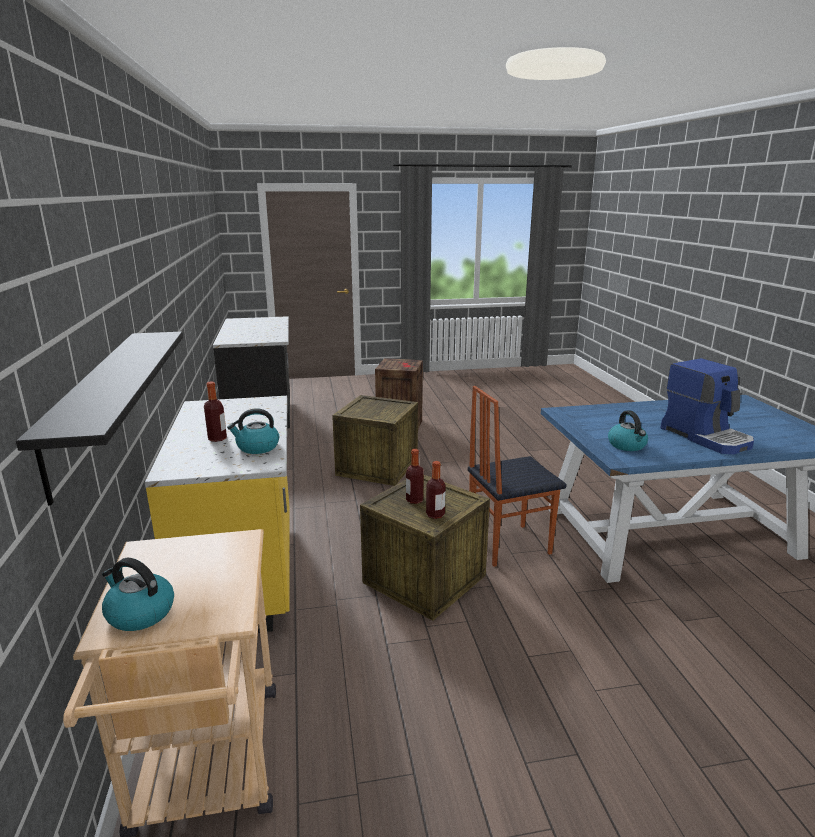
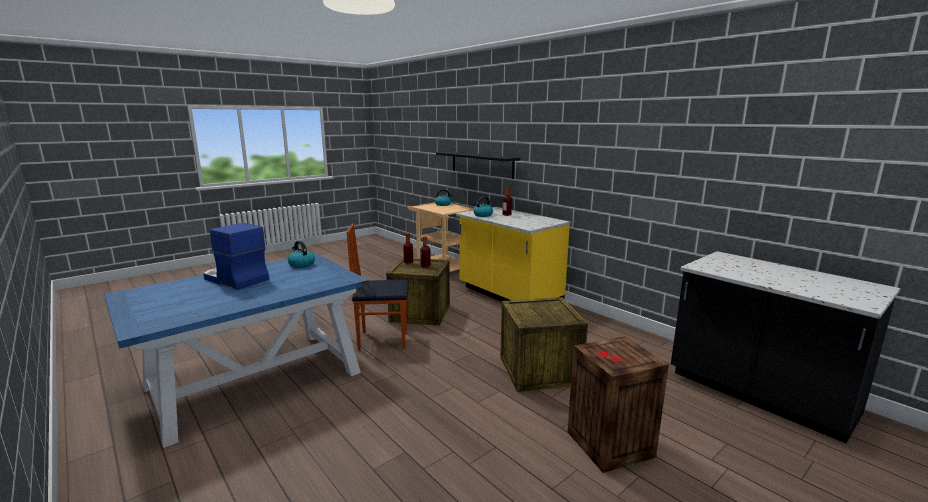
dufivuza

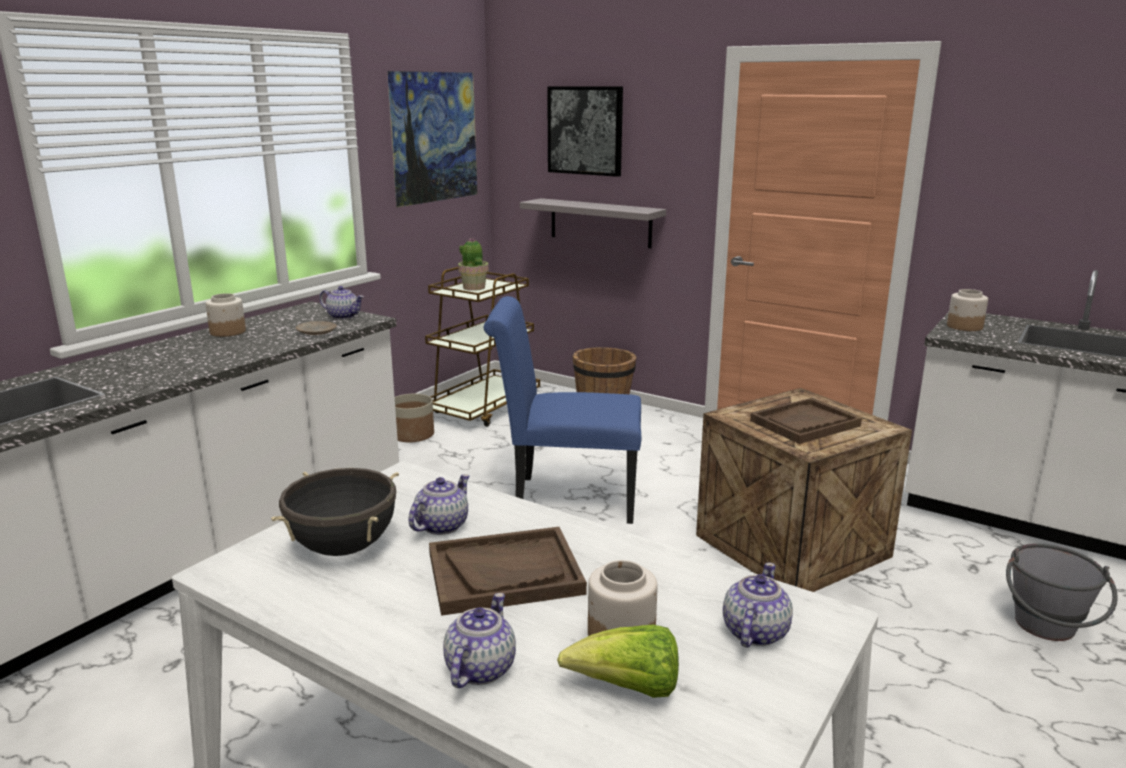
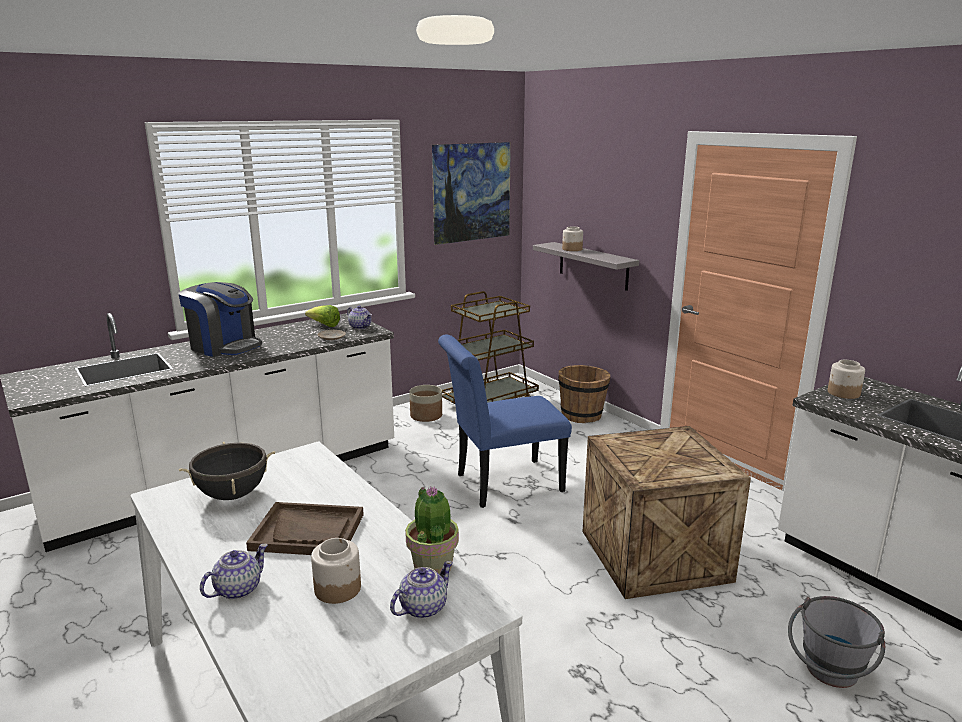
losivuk (no. 2 from left); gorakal (no. 2 from left in the first image); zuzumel; blue dufivuza; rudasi (no. 2 from left in the first image); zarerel; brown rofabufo (no. 2 from left in the first image); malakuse

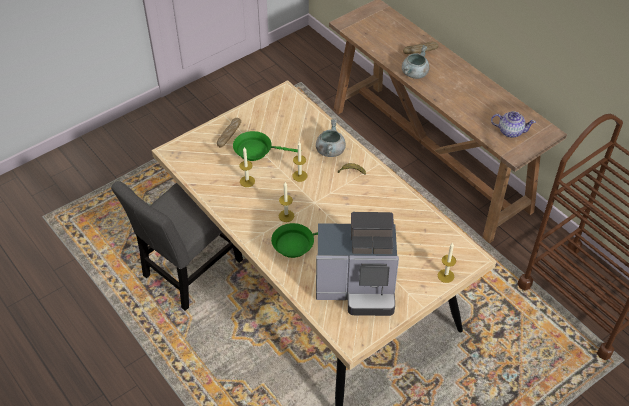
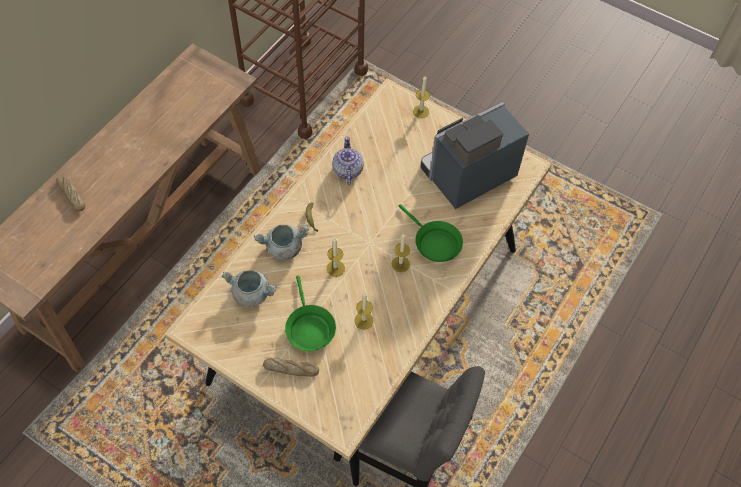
malakuse; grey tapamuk (no. 1 from left); gorakal

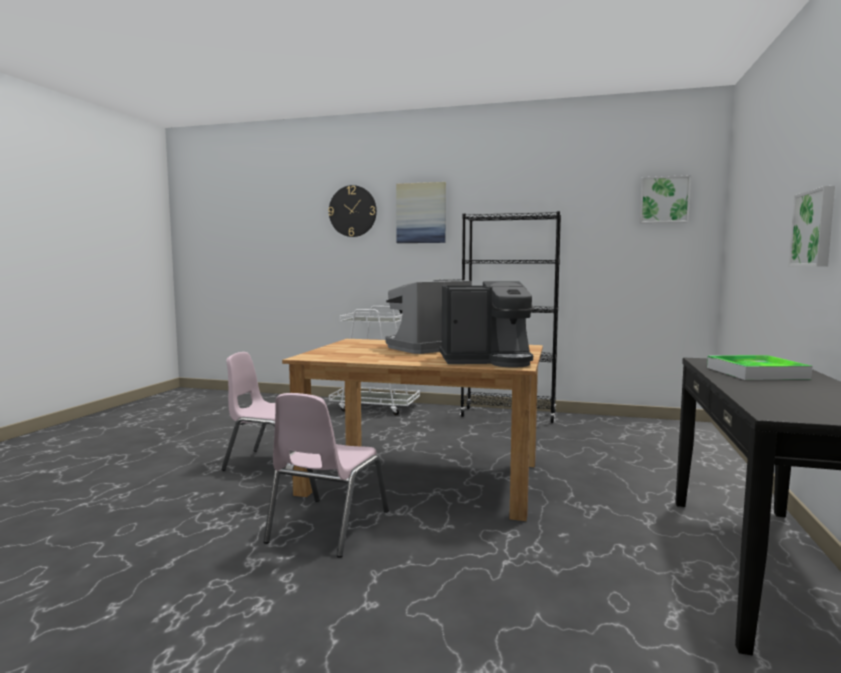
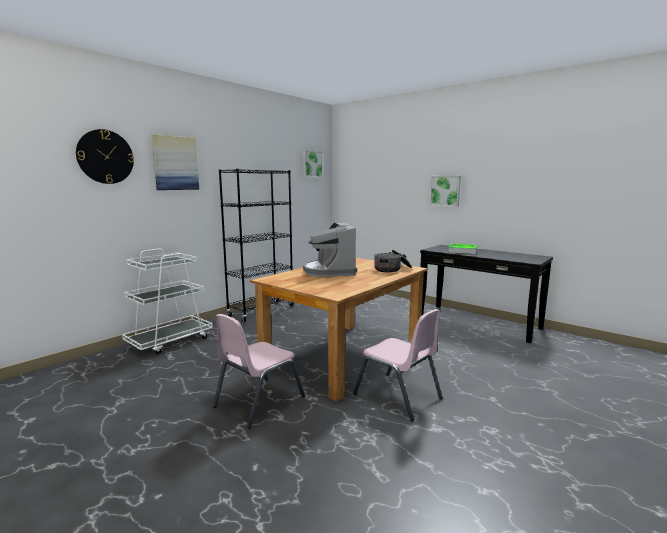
tapamuk

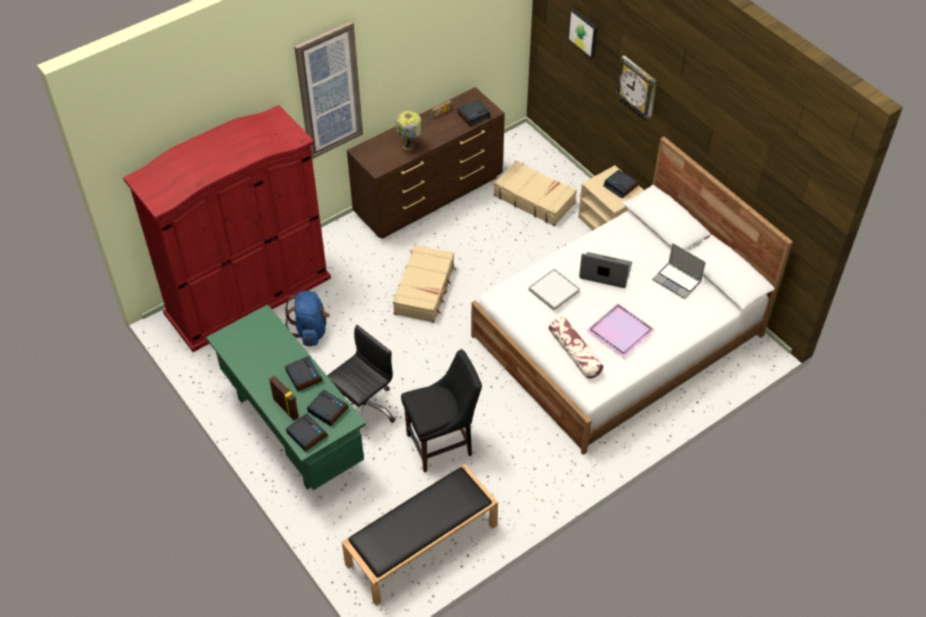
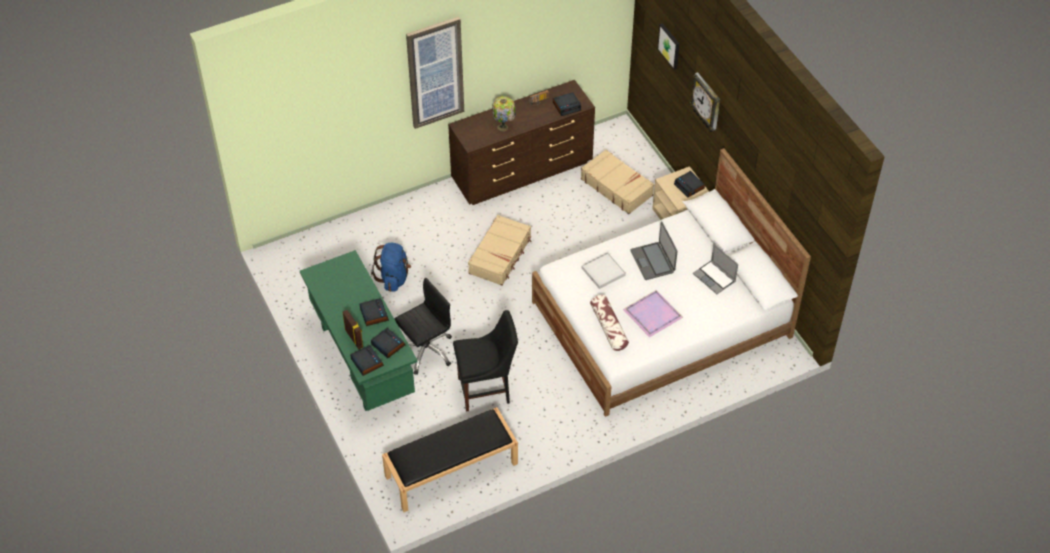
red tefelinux; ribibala (no. 1 from left)

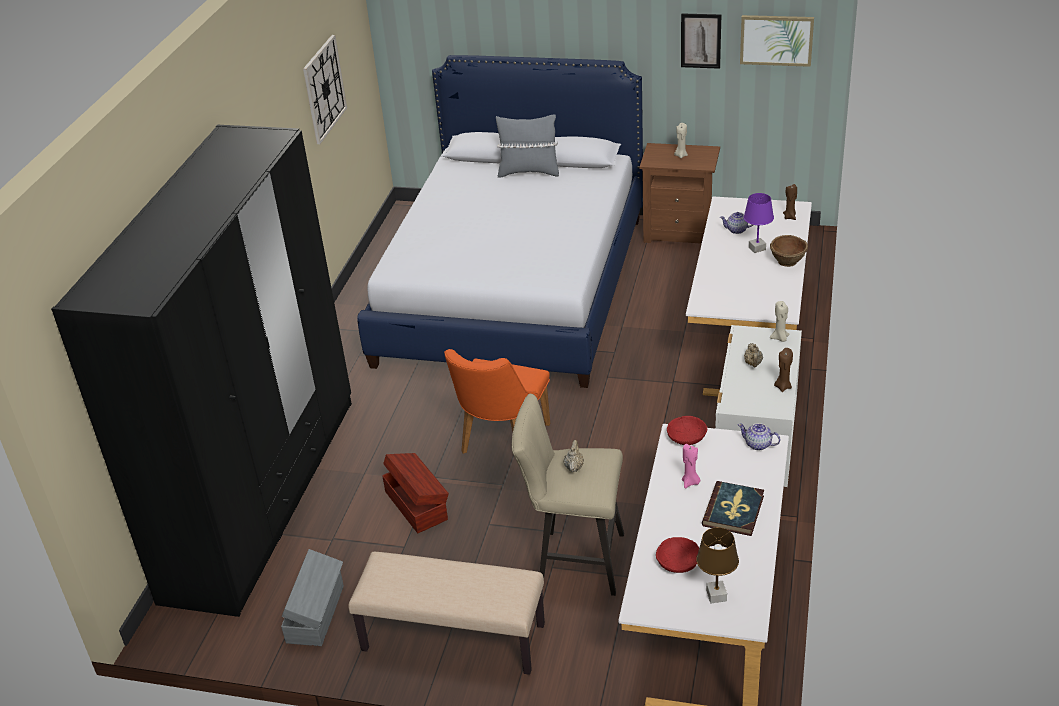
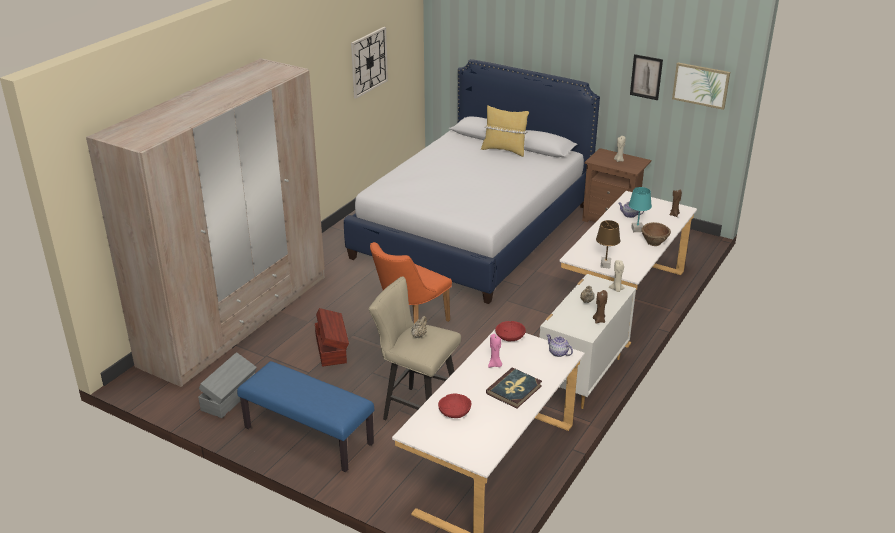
beige tefelinux; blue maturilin; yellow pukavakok; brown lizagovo; turquoise lizagovo

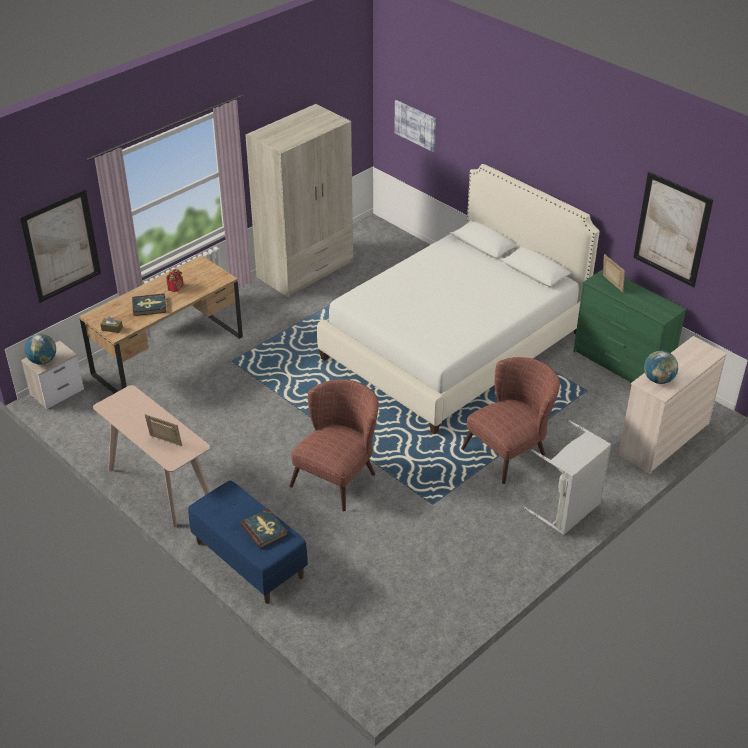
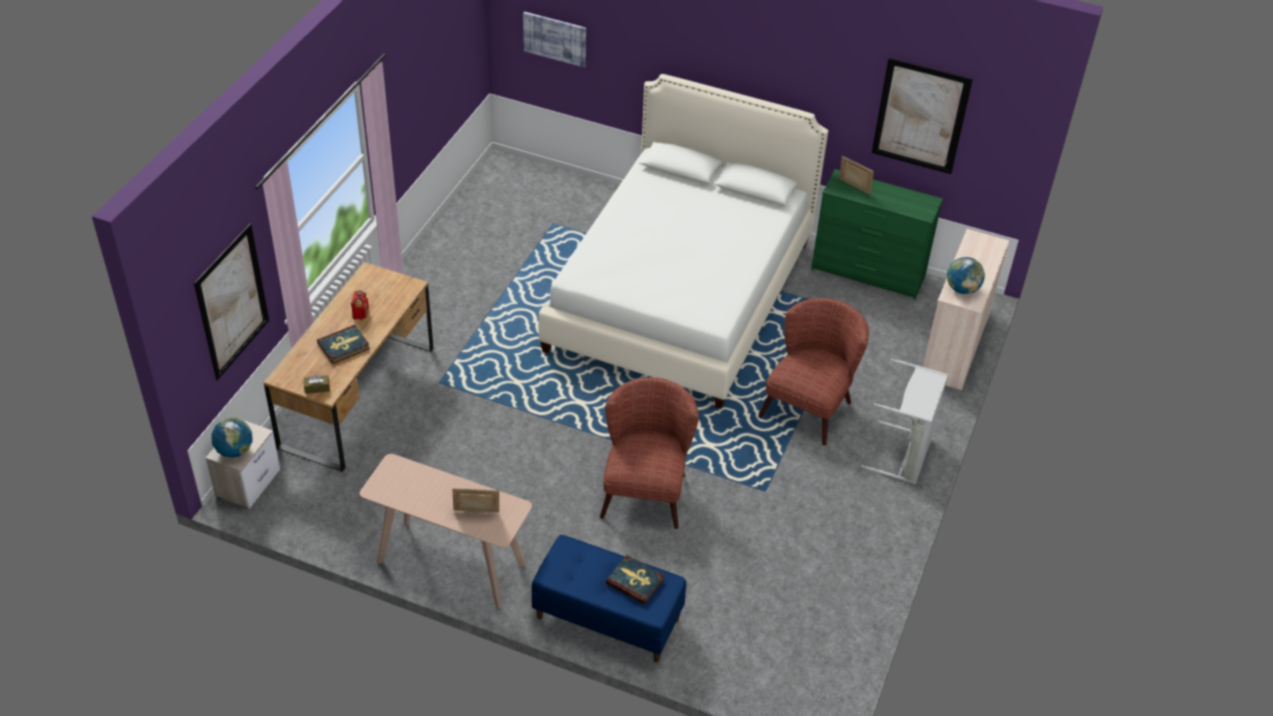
beige tefelinux

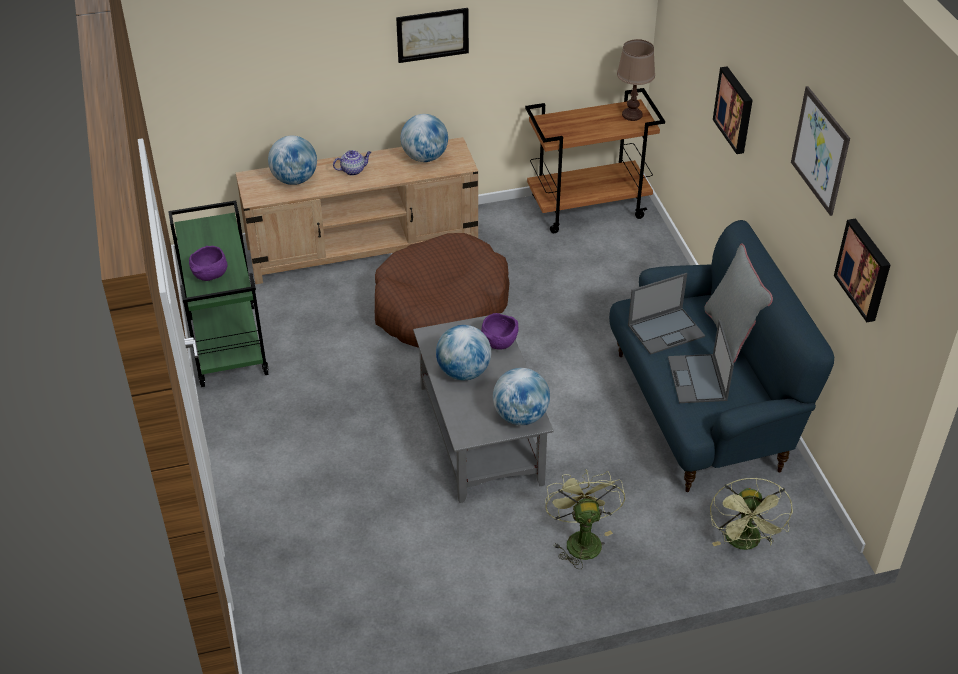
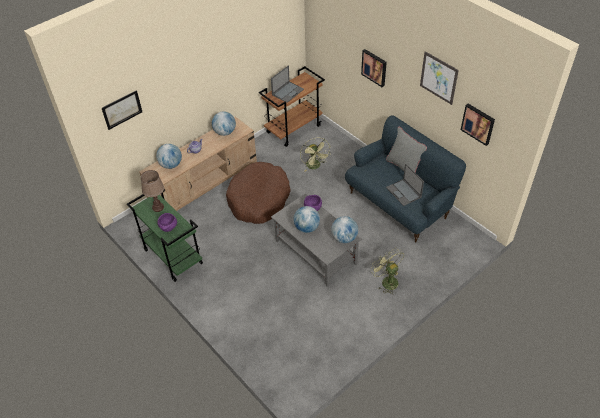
rudasi (no. 1 from left); brown lizagovo; ribibala (no. 1 from left); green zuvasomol (no. 1 from left)

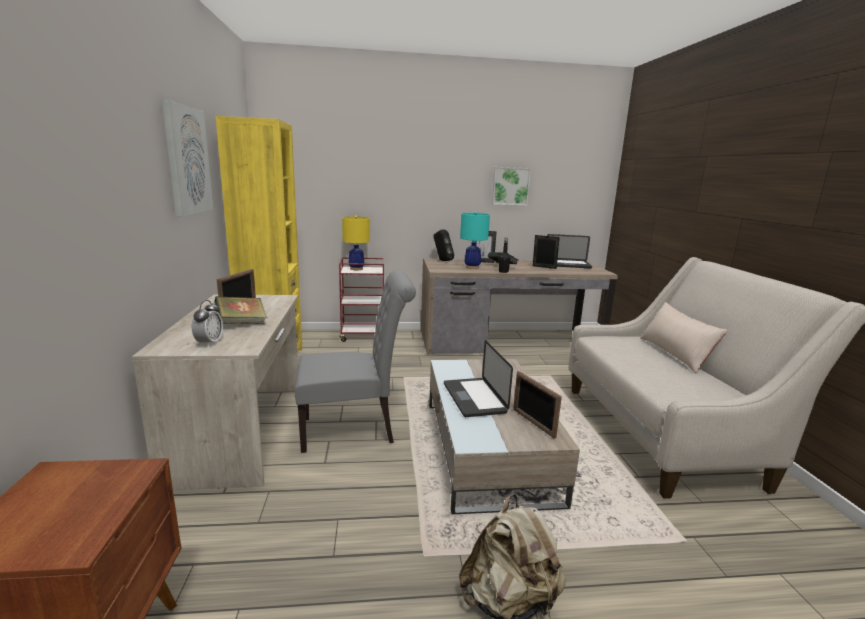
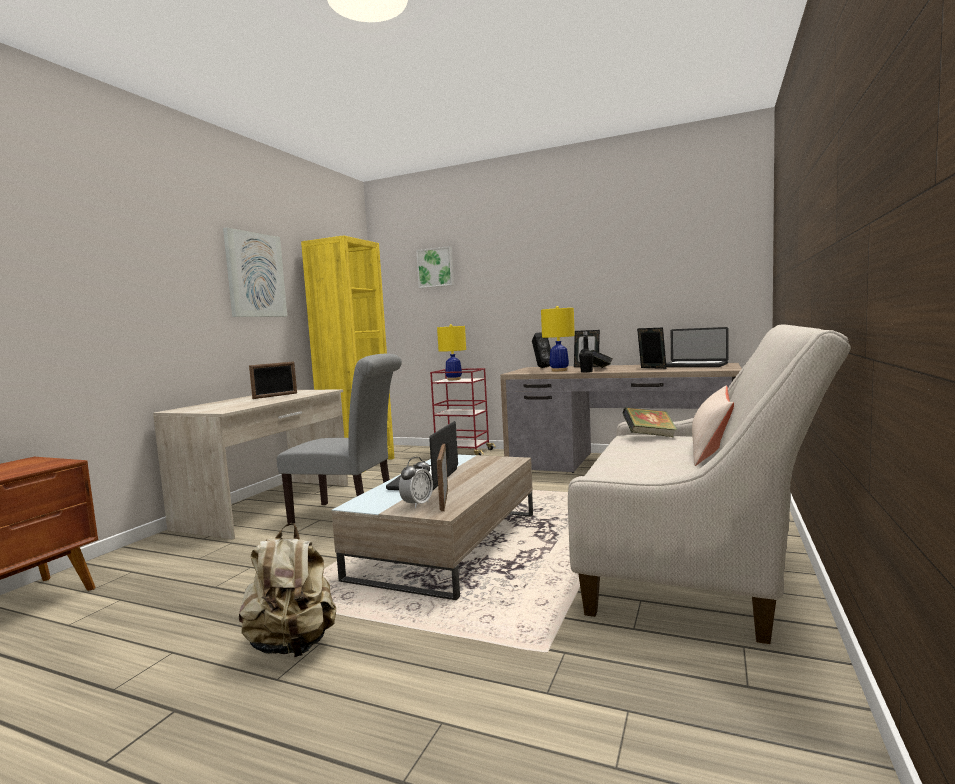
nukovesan; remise (no. 2 from left); yellow lizagovo (no. 2 from left); rudasi (no. 2 from left)

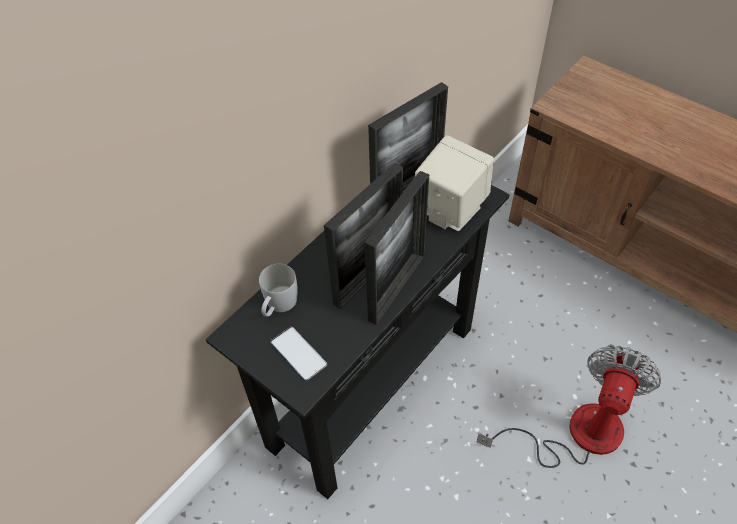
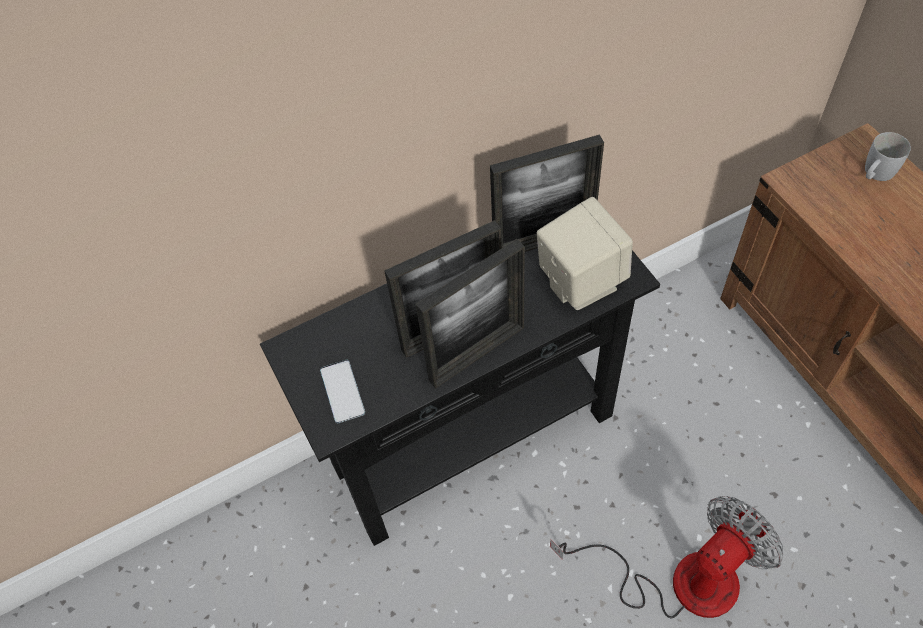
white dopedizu

